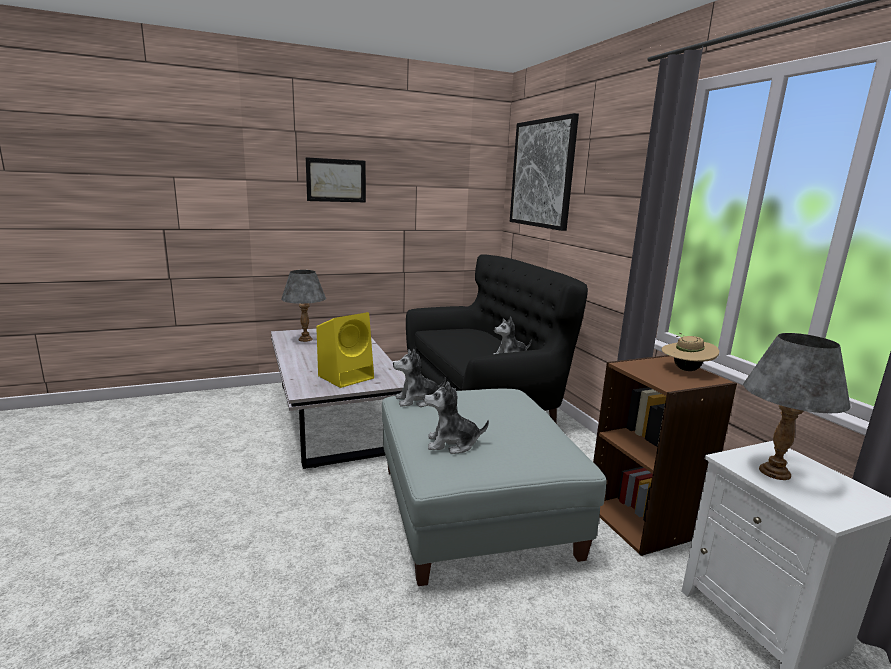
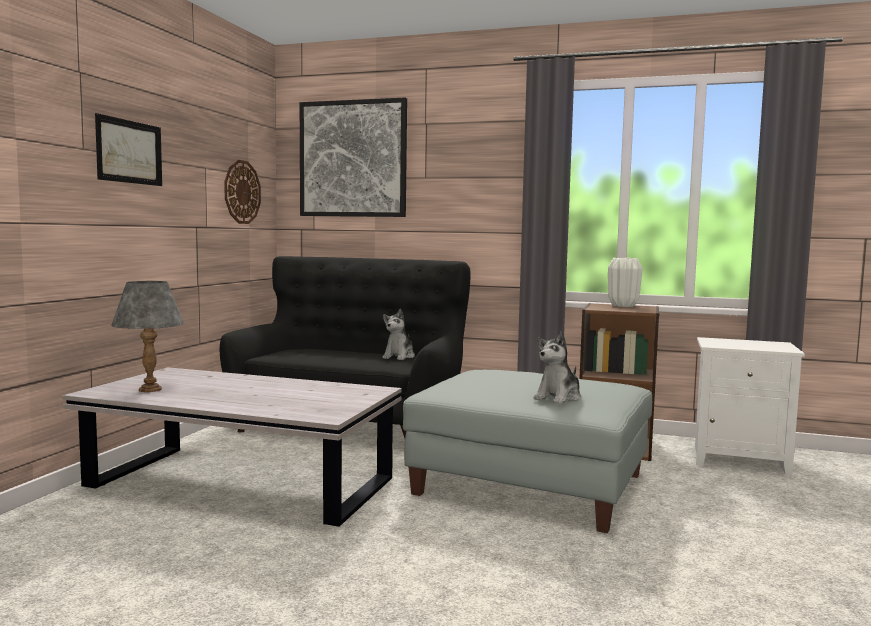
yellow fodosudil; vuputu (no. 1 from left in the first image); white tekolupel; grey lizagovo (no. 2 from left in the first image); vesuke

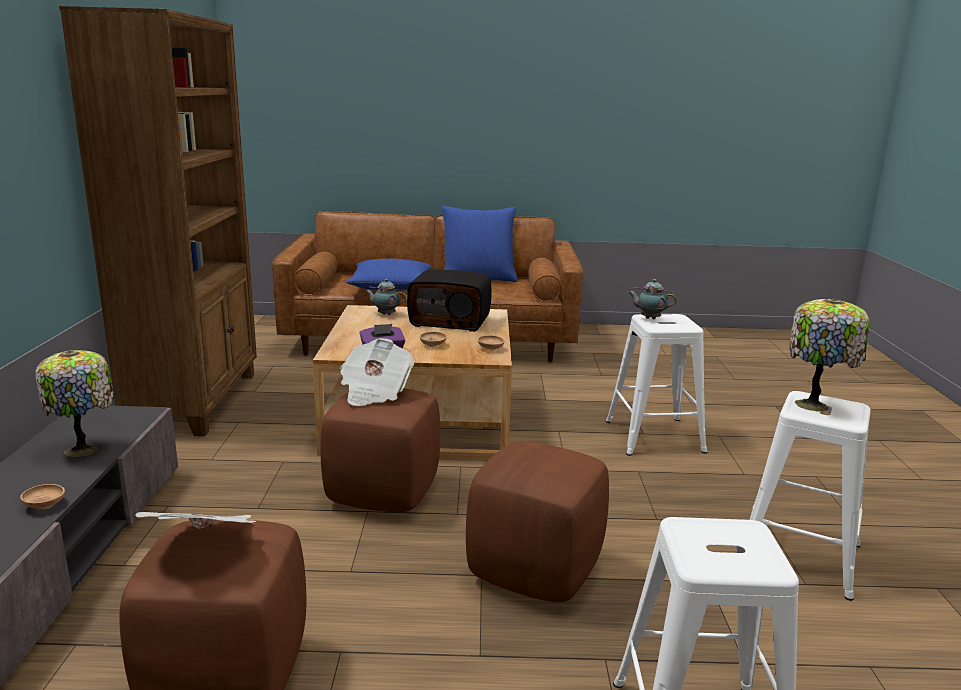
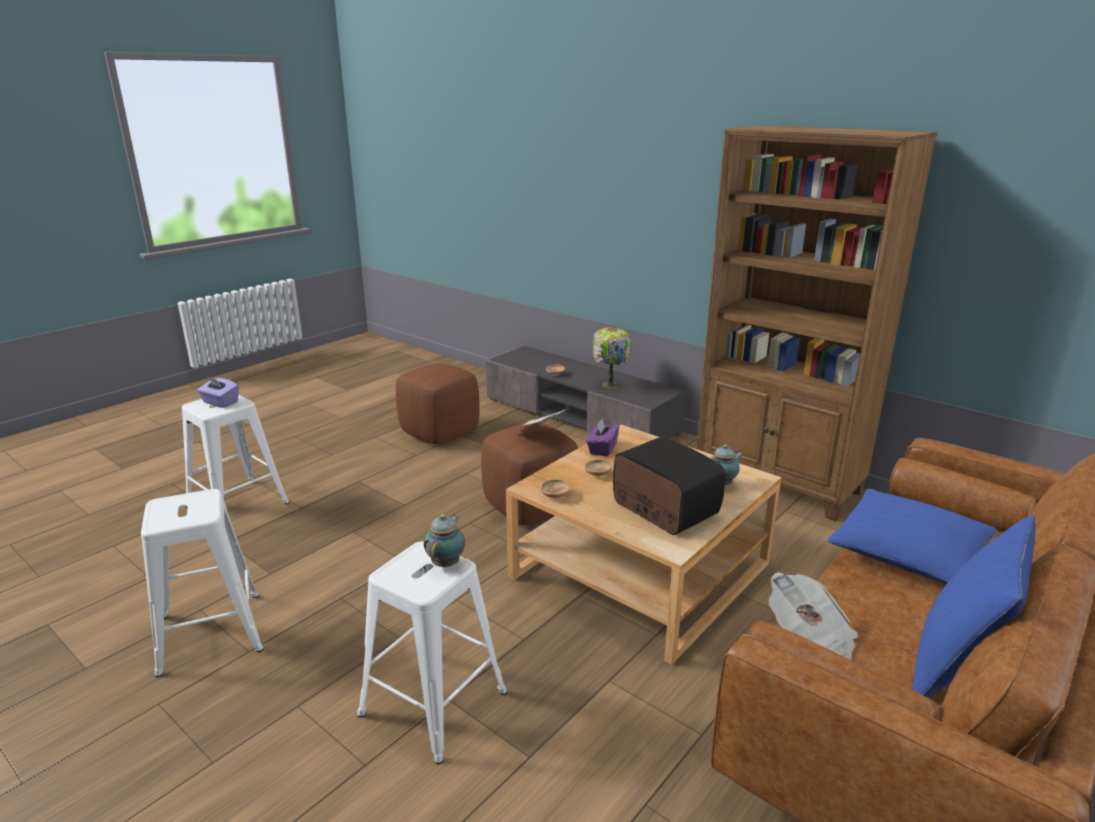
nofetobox (no. 2 from left); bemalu; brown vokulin (no. 3 from left in the first image); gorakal (no. 1 from left); lizagovo (no. 2 from left in the first image); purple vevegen (no. 1 from left)

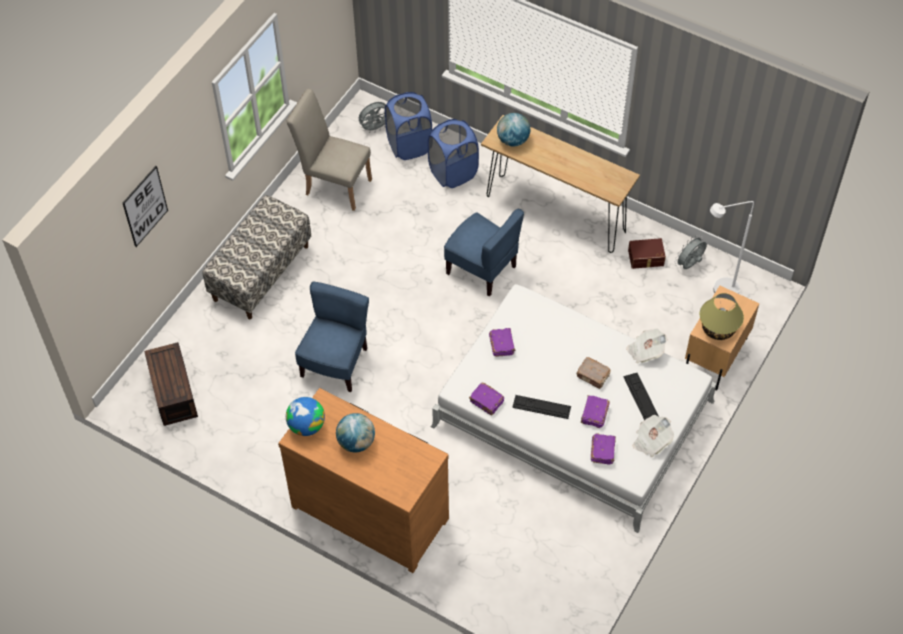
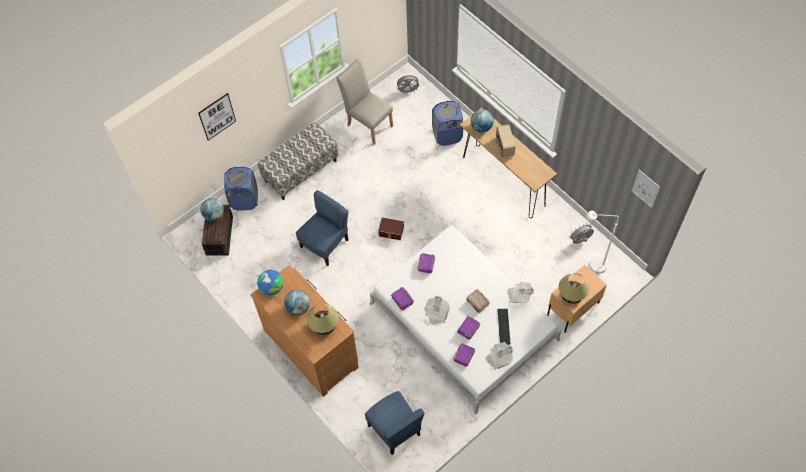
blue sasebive (no. 1 from left); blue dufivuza (no. 2 from left); nofetobox (no. 1 from left); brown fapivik (no. 2 from left); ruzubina (no. 1 from left); lizagovo (no. 1 from left); bemalu; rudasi (no. 2 from left)

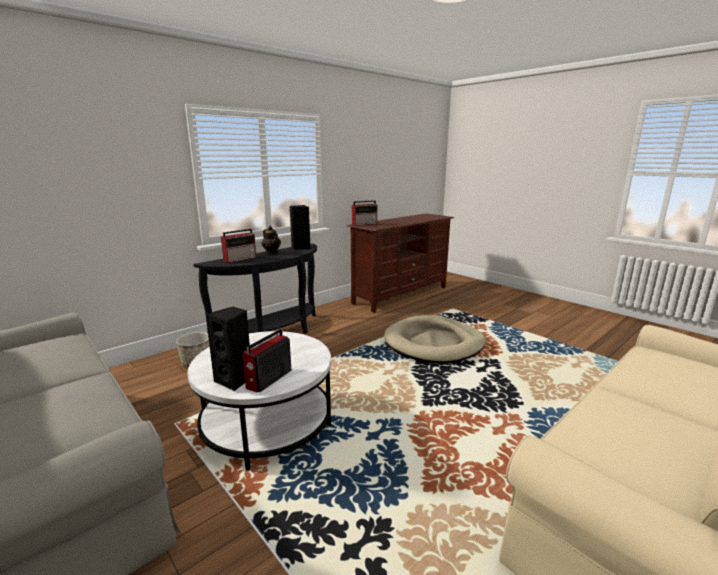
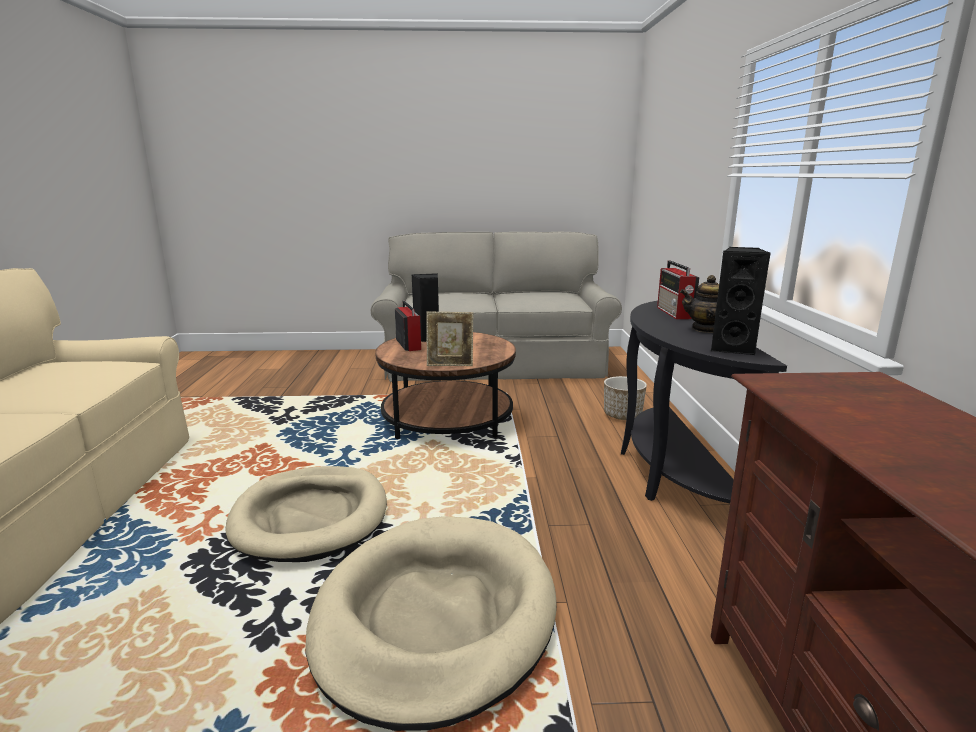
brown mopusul; bemalu (no. 3 from left in the first image); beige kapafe (no. 1 from left); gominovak

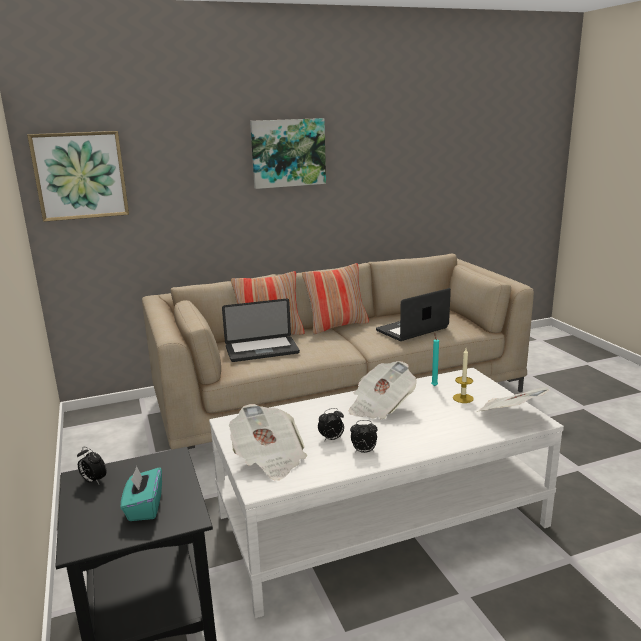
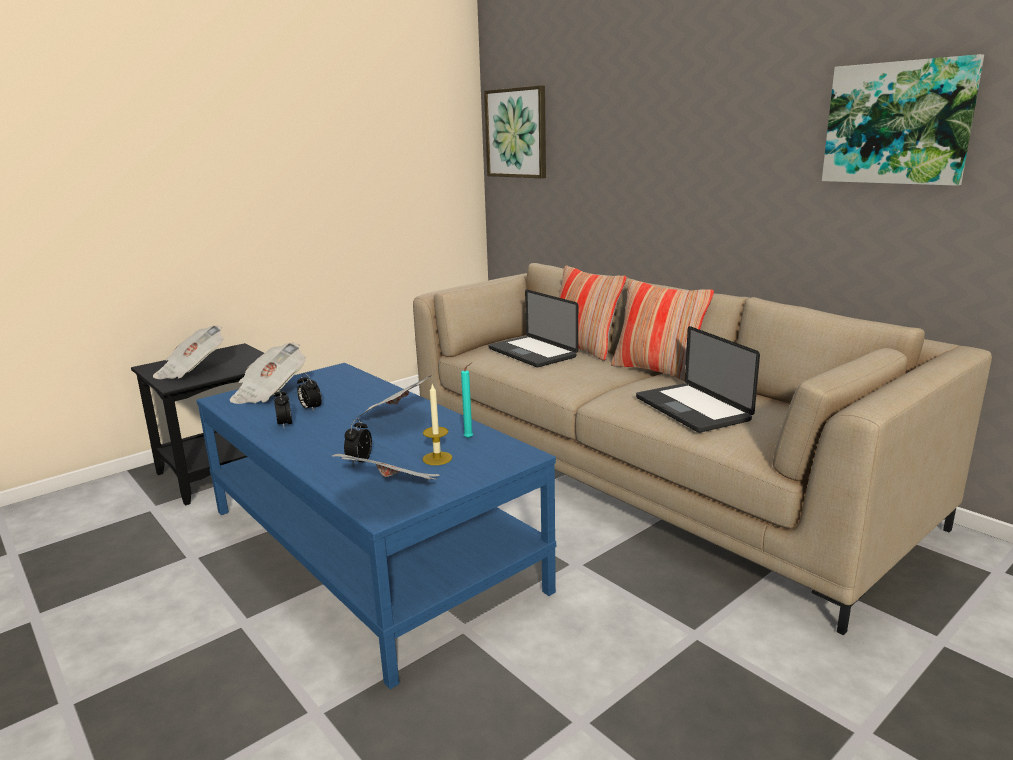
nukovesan (no. 3 from left); nofetobox (no. 1 from left); blue mopusul; rudasi (no. 2 from left); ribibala (no. 2 from left)

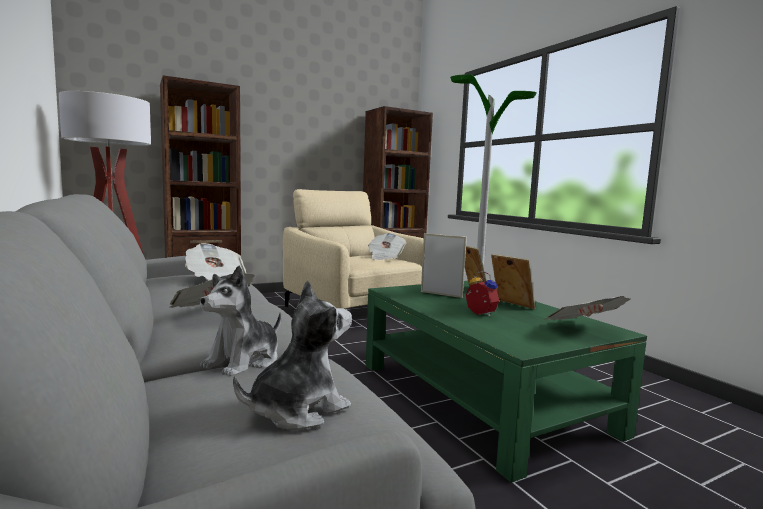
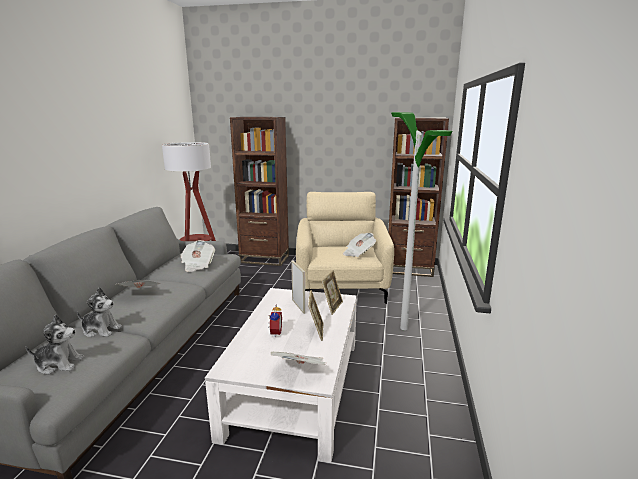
vuputu (no. 2 from left); white mopusul

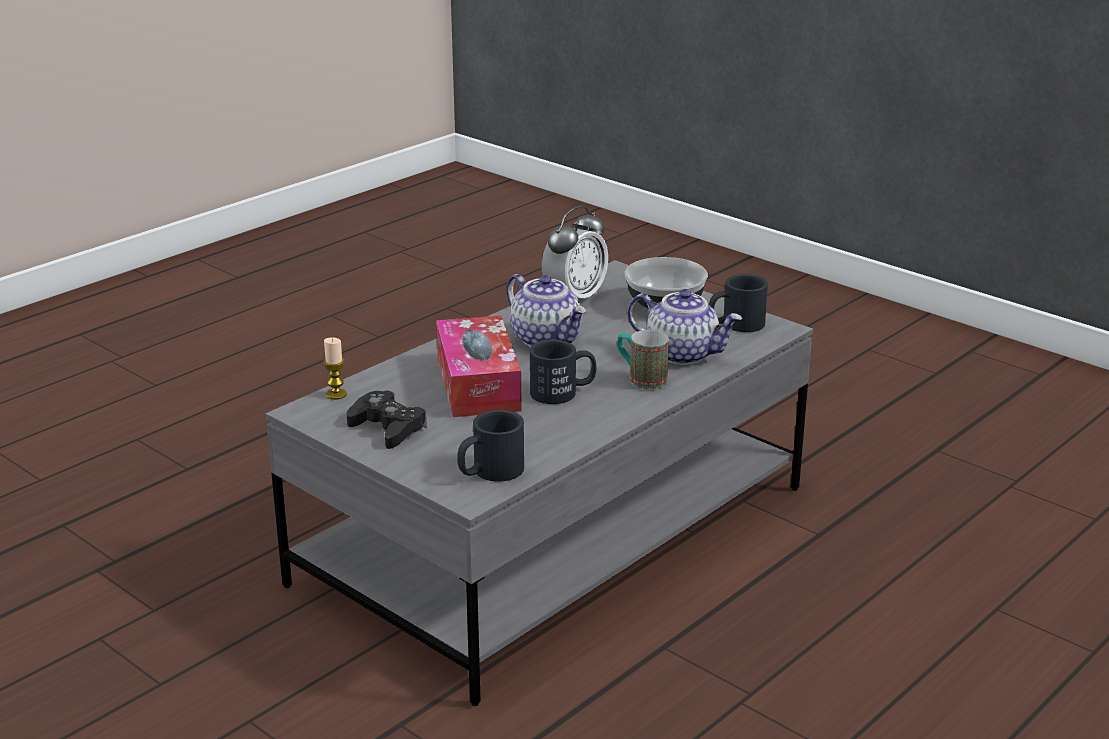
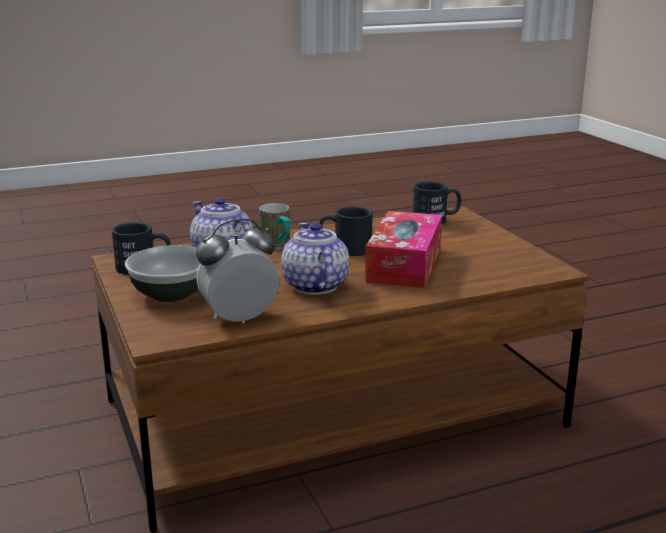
brown mopusul; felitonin; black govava

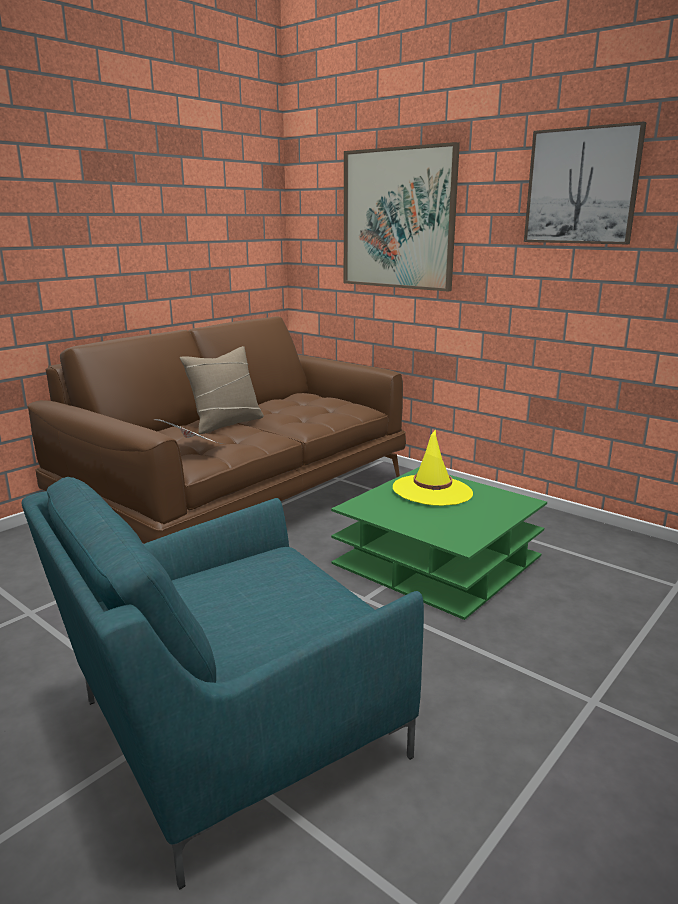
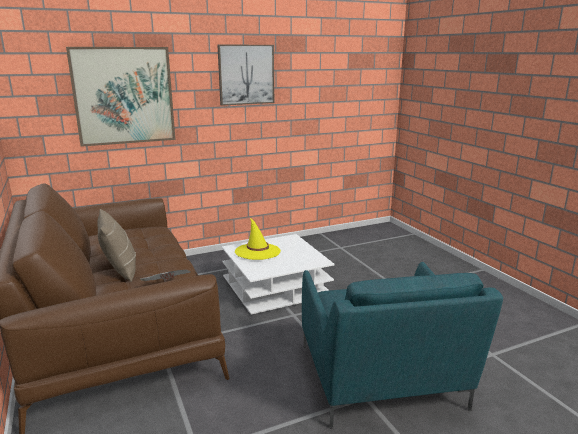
white mopusul

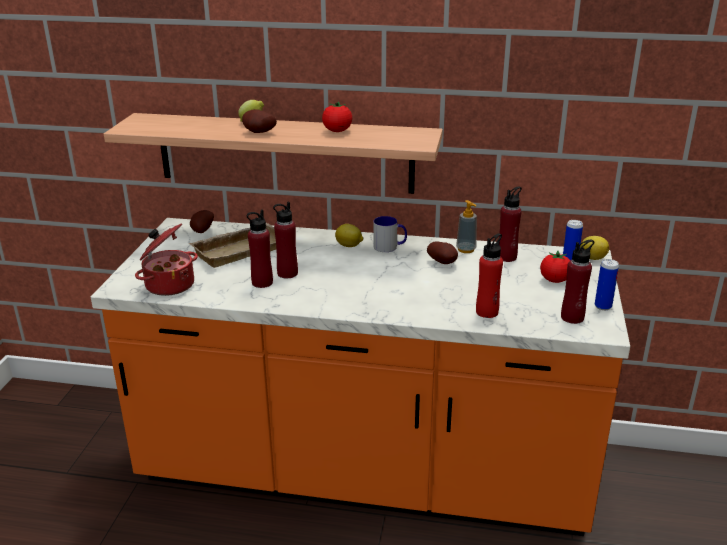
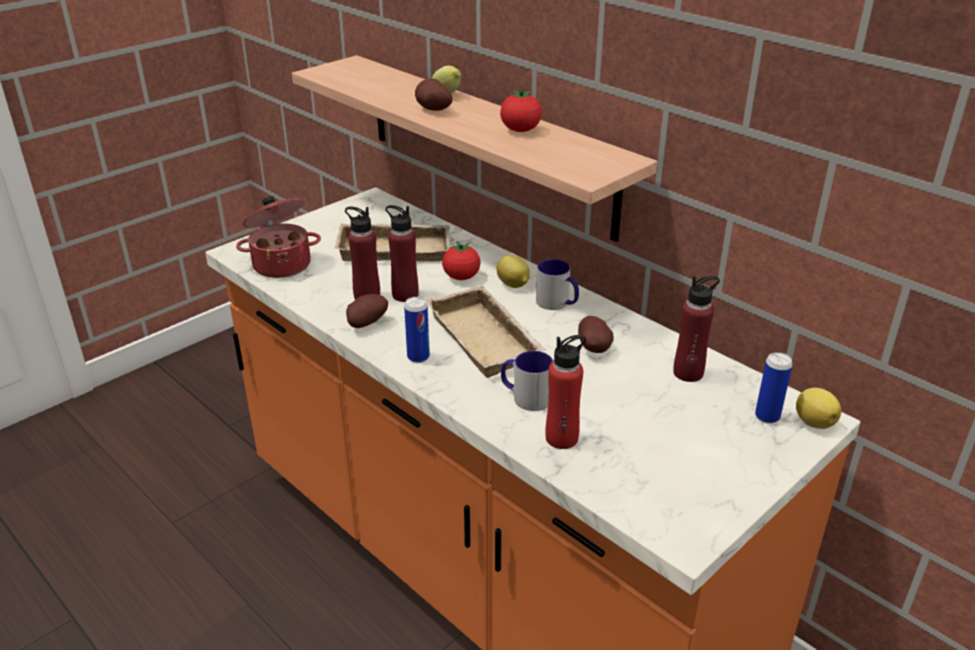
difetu (no. 1 from left); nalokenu; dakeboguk (no. 1 from left); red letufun (no. 5 from left in the first image); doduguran (no. 1 from left); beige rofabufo (no. 2 from left); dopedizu (no. 1 from left)

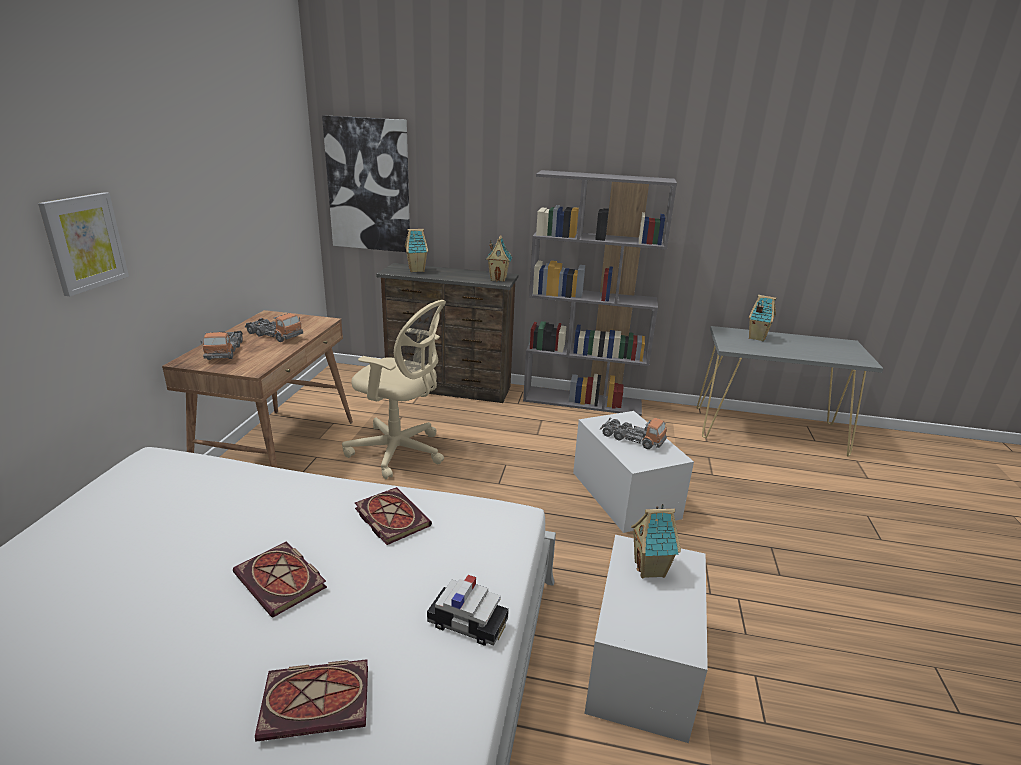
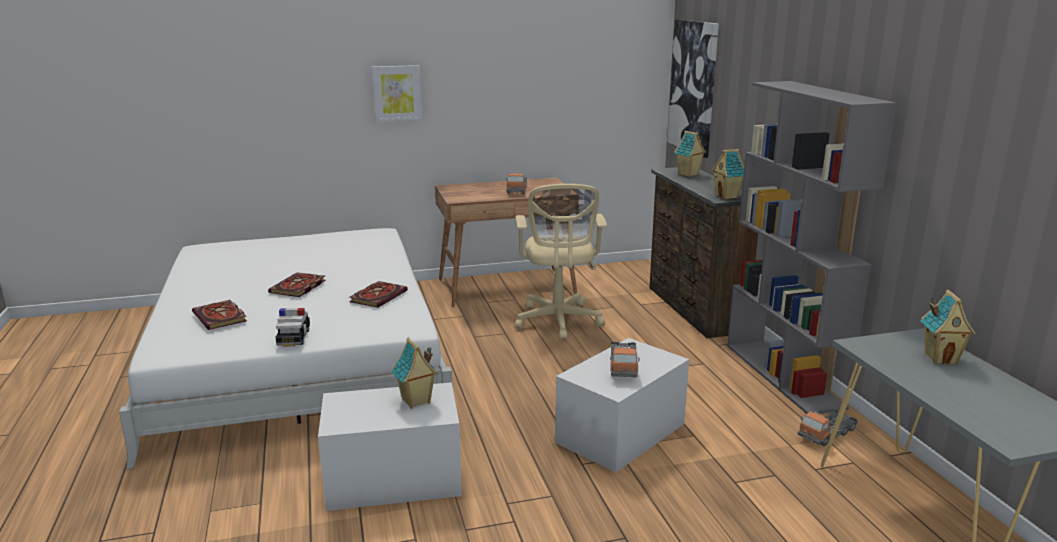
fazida (no. 3 from left)

